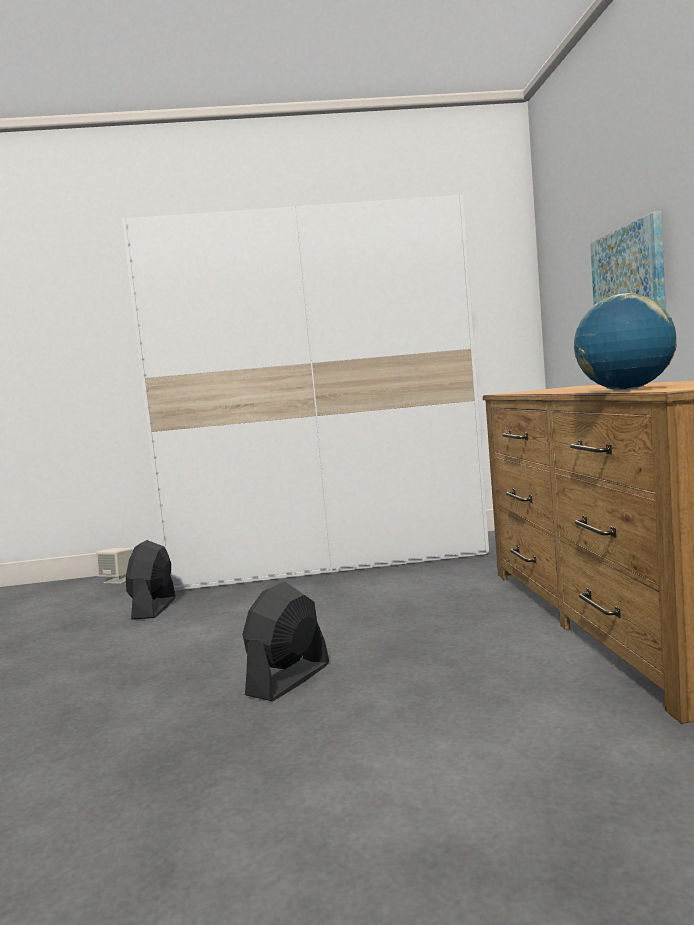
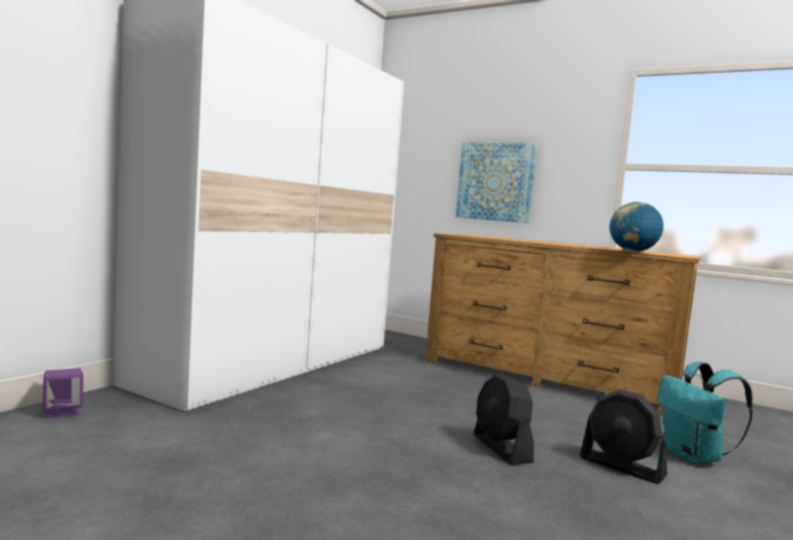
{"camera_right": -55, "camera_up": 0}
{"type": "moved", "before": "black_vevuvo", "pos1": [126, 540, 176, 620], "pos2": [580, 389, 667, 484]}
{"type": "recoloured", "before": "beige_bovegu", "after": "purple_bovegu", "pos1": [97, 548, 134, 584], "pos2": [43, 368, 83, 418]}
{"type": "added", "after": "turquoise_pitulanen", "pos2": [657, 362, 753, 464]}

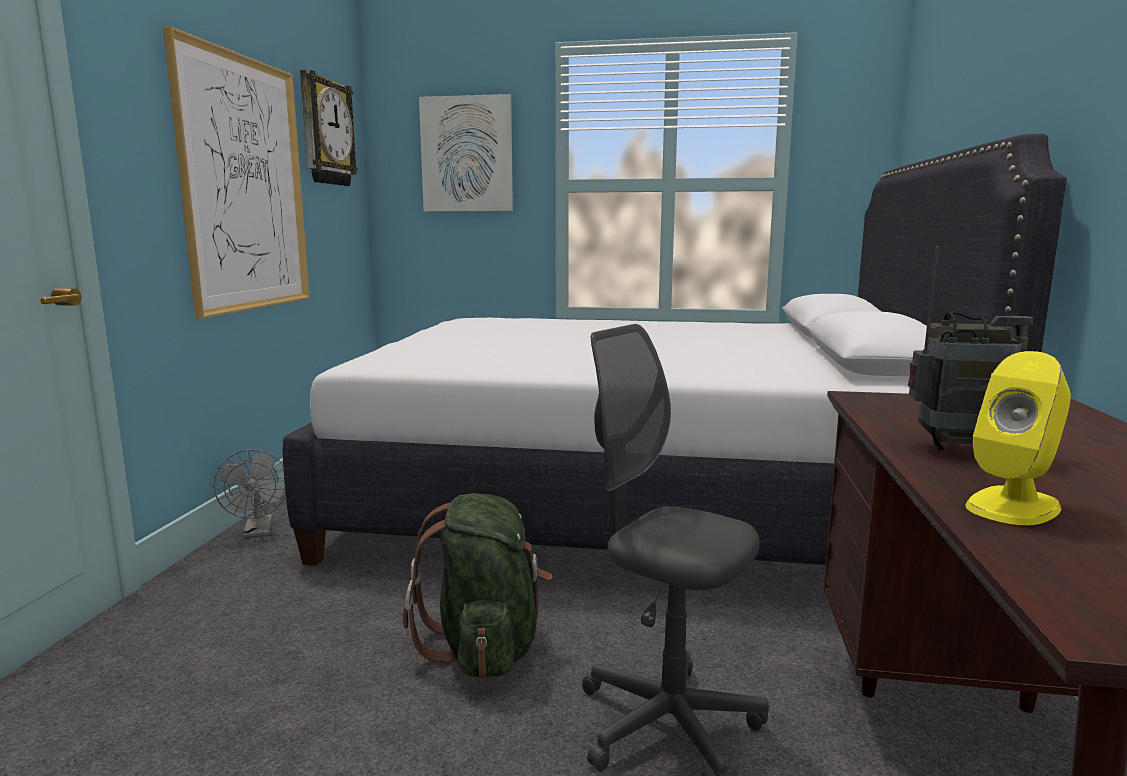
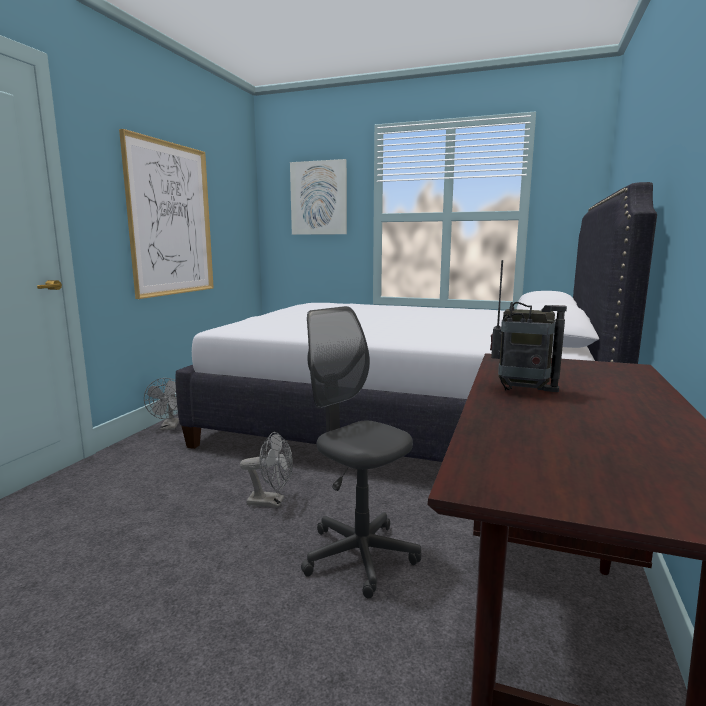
{"camera_right": 10, "camera_up": 0}
{"type": "removed", "before": "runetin", "pos1": [300, 70, 358, 186]}
{"type": "removed", "before": "yellow_bovegu", "pos1": [965, 351, 1071, 526]}
{"type": "replaced", "before": "green_pitulanen", "after": "grey_vevuvo", "pos1": [403, 493, 553, 679], "pos2": [240, 432, 293, 508]}

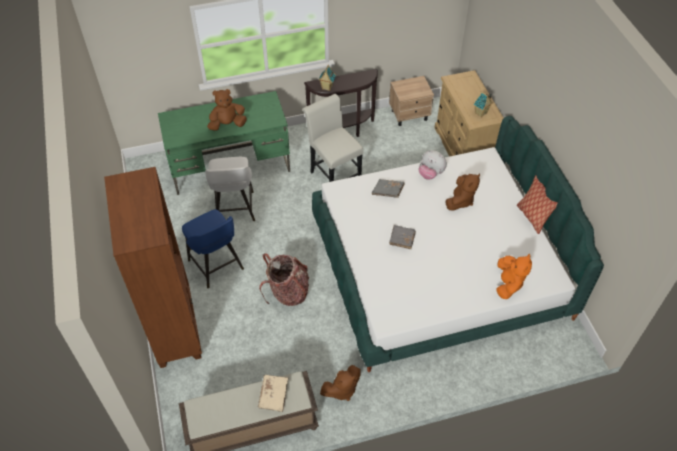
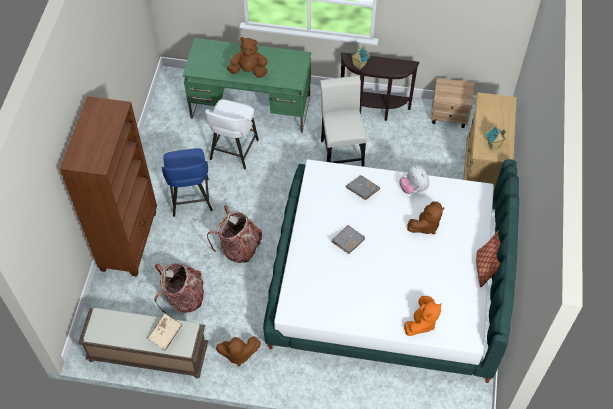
{"camera_right": 25, "camera_up": 5}
{"type": "added", "after": "pitulanen", "pos2": [155, 263, 204, 313]}

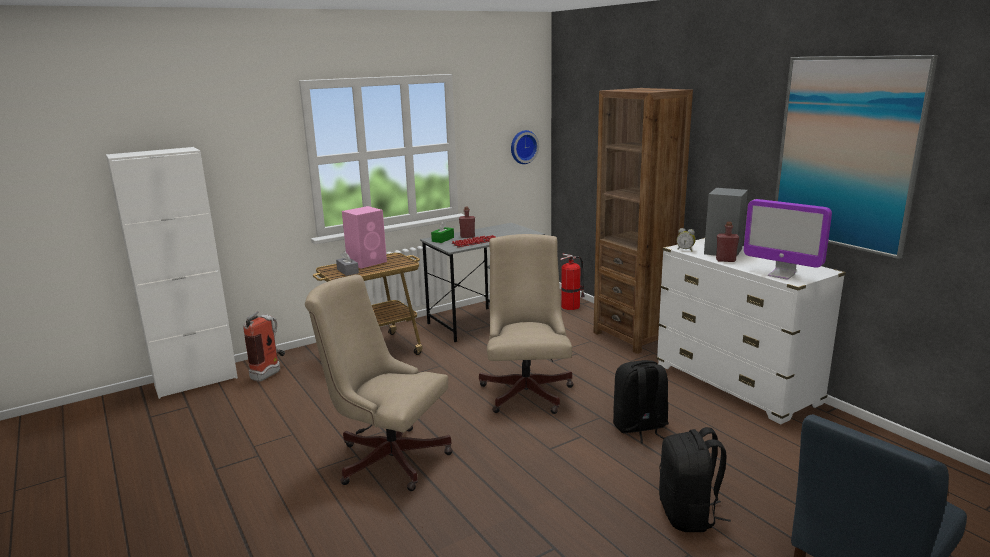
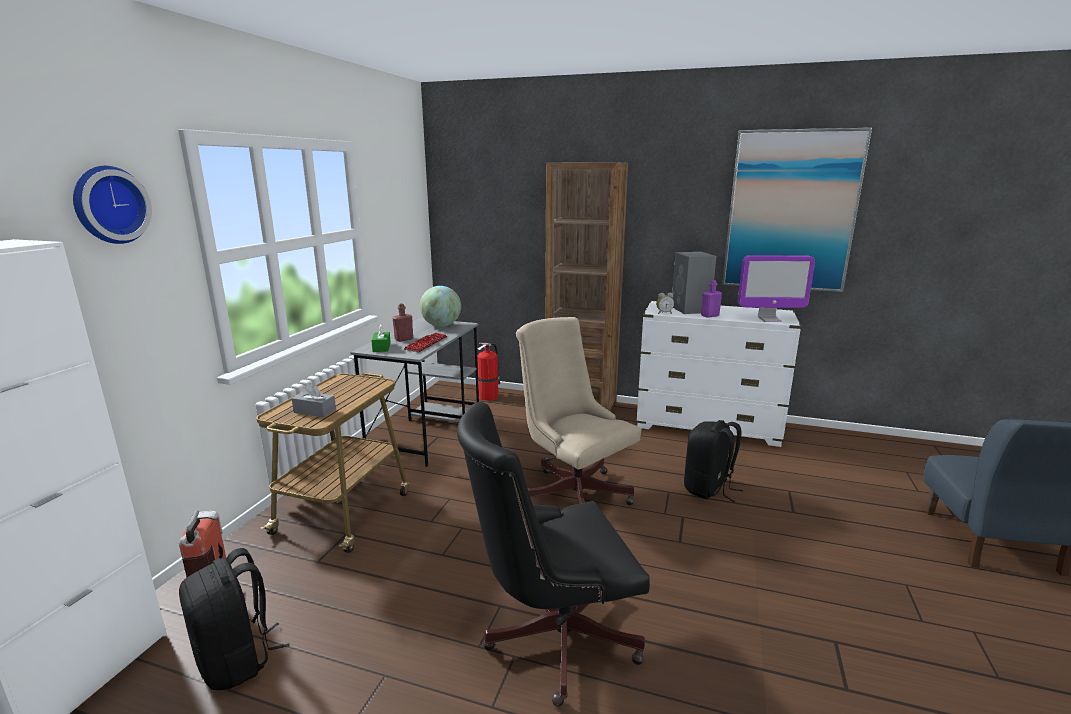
{"camera_right": -40, "camera_up": 0}
{"type": "moved", "before": "runetin", "pos1": [511, 130, 539, 164], "pos2": [73, 166, 152, 244]}
{"type": "removed", "before": "pink_bovegu", "pos1": [342, 206, 387, 268]}
{"type": "recoloured", "before": "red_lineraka", "after": "purple_lineraka", "pos1": [716, 222, 739, 262], "pos2": [701, 280, 722, 318]}
{"type": "recoloured", "before": "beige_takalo", "after": "black_takalo", "pos1": [305, 275, 453, 491], "pos2": [457, 402, 650, 707]}
{"type": "moved", "before": "black_pitulanen", "pos1": [659, 427, 731, 532], "pos2": [179, 548, 290, 690]}
{"type": "added", "after": "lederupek", "pos2": [420, 286, 461, 327]}

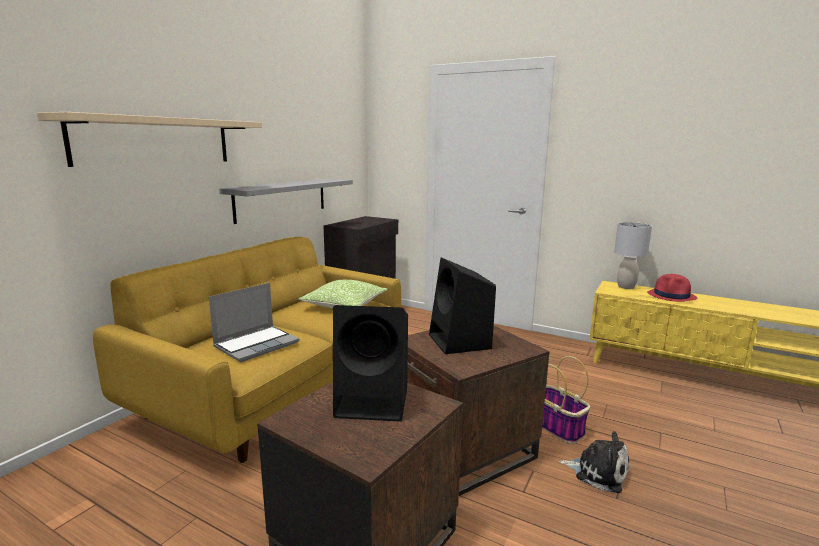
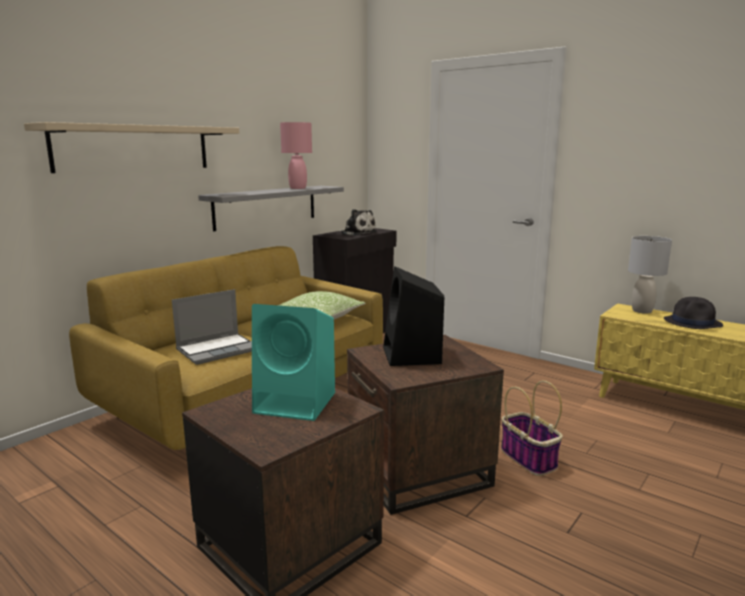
{"camera_right": 10, "camera_up": 0}
{"type": "recoloured", "before": "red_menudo", "after": "black_menudo", "pos1": [647, 274, 697, 302], "pos2": [664, 297, 723, 329]}
{"type": "recoloured", "before": "black_bovegu", "after": "turquoise_bovegu", "pos1": [333, 305, 408, 422], "pos2": [252, 304, 335, 421]}
{"type": "moved", "before": "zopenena", "pos1": [559, 431, 629, 493], "pos2": [340, 209, 376, 235]}
{"type": "added", "after": "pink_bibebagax", "pos2": [280, 122, 312, 189]}

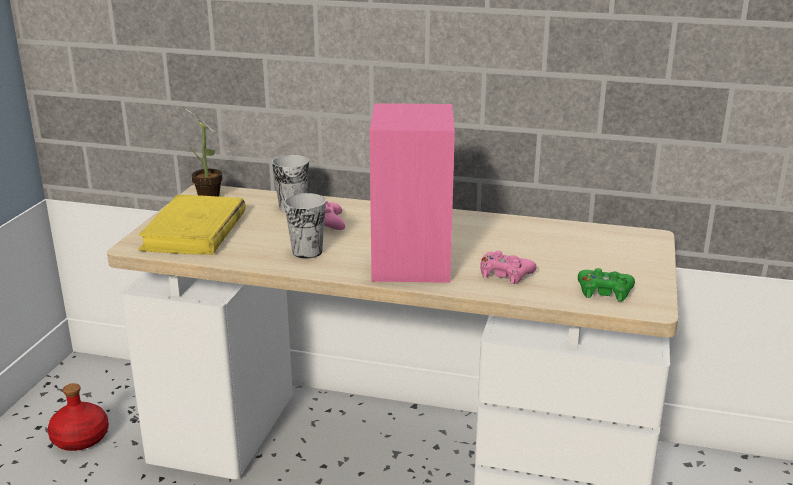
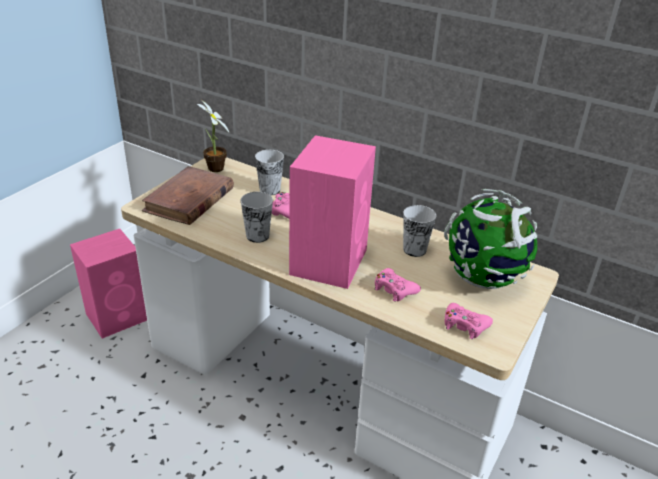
{"camera_right": 15, "camera_up": 10}
{"type": "recoloured", "before": "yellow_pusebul", "after": "brown_pusebul", "pos1": [138, 195, 246, 255], "pos2": [142, 166, 234, 225]}
{"type": "recoloured", "before": "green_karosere", "after": "pink_karosere", "pos1": [578, 268, 635, 302], "pos2": [445, 303, 493, 339]}
{"type": "replaced", "before": "red_lineraka", "after": "pink_bovegu", "pos1": [48, 383, 109, 451], "pos2": [70, 229, 147, 339]}
{"type": "added", "after": "lederupek", "pos2": [444, 189, 537, 289]}
{"type": "added", "after": "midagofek", "pos2": [403, 205, 436, 257]}

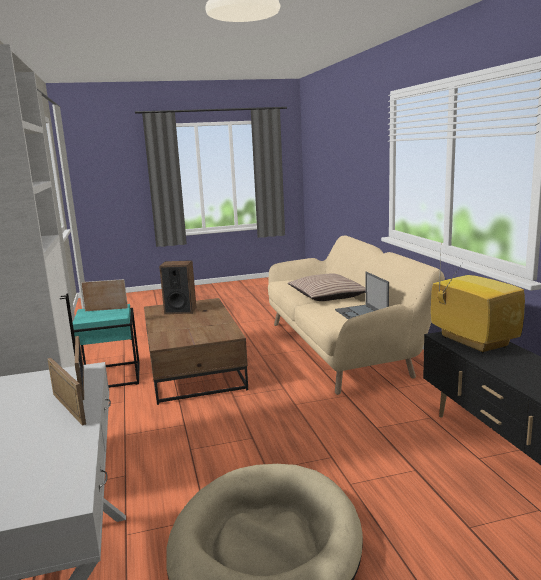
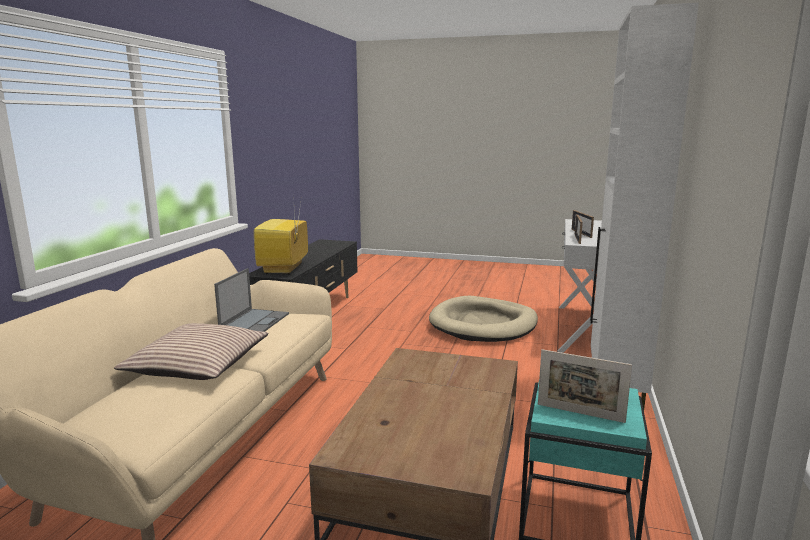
{"camera_right": -150, "camera_up": 0}
{"type": "removed", "before": "bovegu", "pos1": [159, 260, 196, 314]}

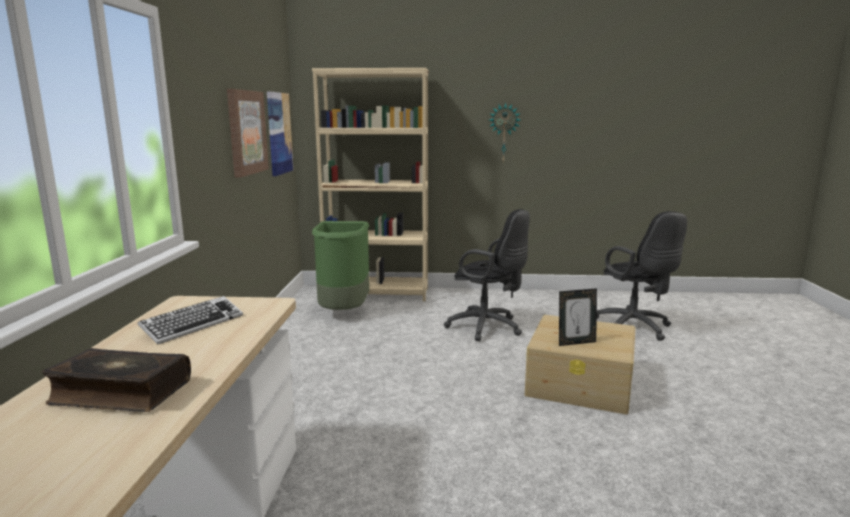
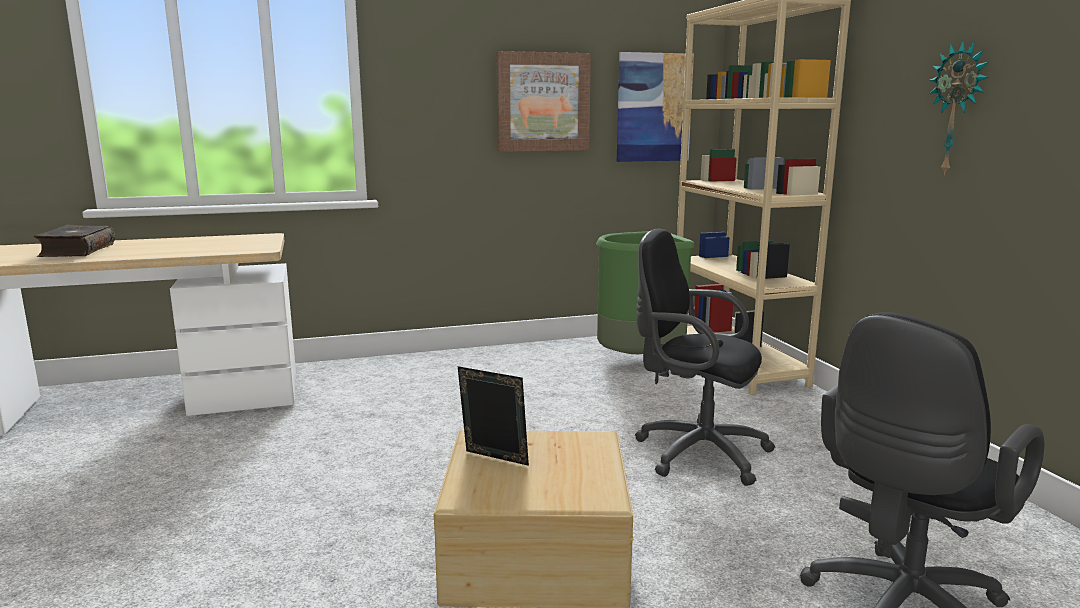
{"camera_right": 70, "camera_up": 0}
{"type": "turned", "before": "black_takalo", "pos1": [444, 209, 530, 341], "pos2": [635, 229, 775, 486], "turn": 105}
{"type": "turned", "before": "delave", "pos1": [559, 288, 597, 346], "pos2": [457, 366, 529, 466], "turn": 150}
{"type": "removed", "before": "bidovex", "pos1": [138, 296, 243, 345]}

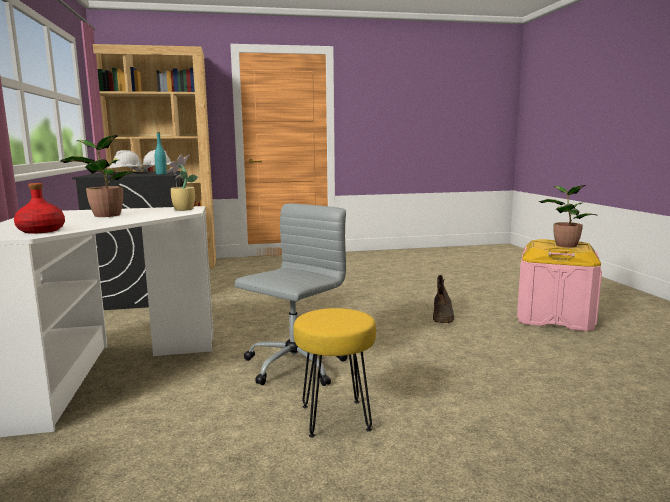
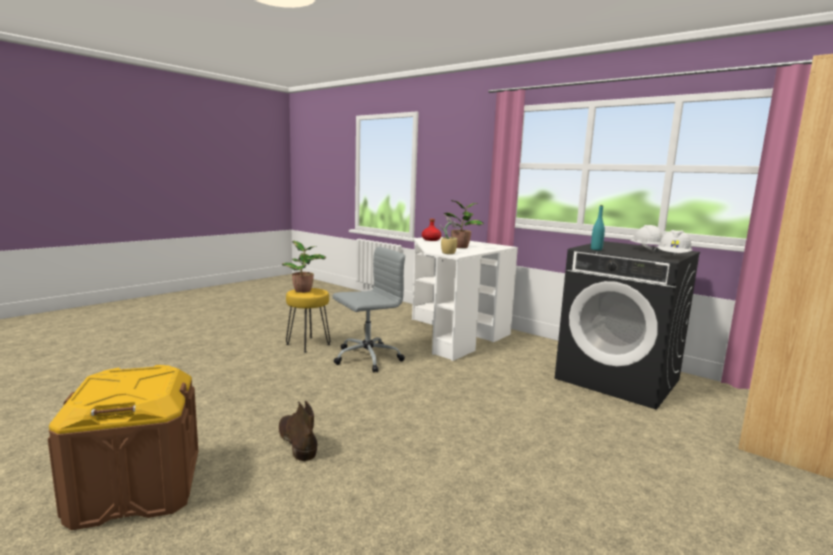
{"camera_right": 140, "camera_up": 0}
{"type": "moved", "before": "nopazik", "pos1": [539, 185, 597, 248], "pos2": [282, 241, 327, 293]}
{"type": "turned", "before": "grey_takalo", "pos1": [235, 204, 347, 386], "pos2": [333, 247, 405, 373], "turn": -120}
{"type": "recoloured", "before": "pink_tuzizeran", "after": "brown_tuzizeran", "pos1": [517, 239, 602, 331], "pos2": [48, 365, 198, 530]}

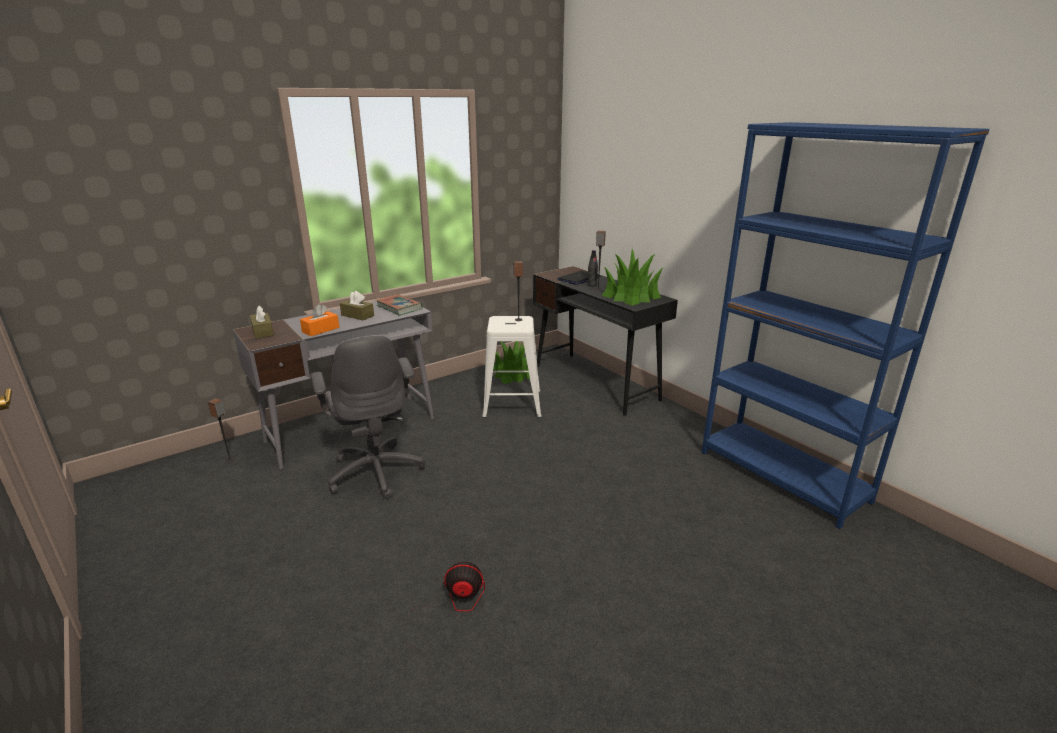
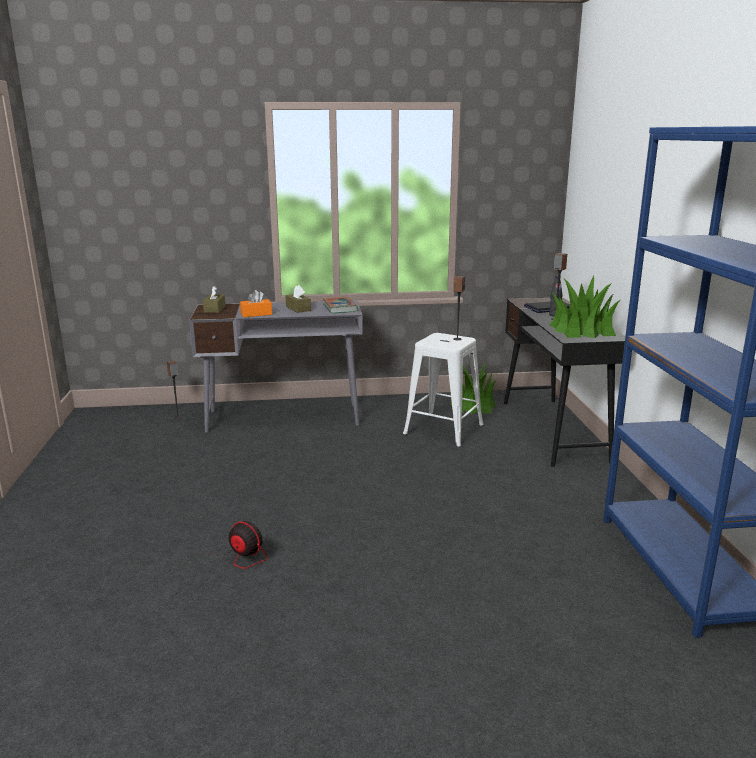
{"camera_right": 30, "camera_up": -5}
{"type": "removed", "before": "grey_takalo", "pos1": [311, 335, 425, 499]}

